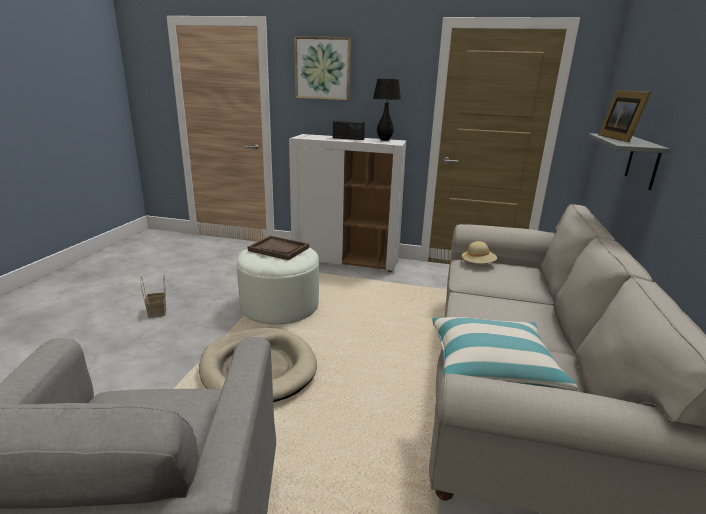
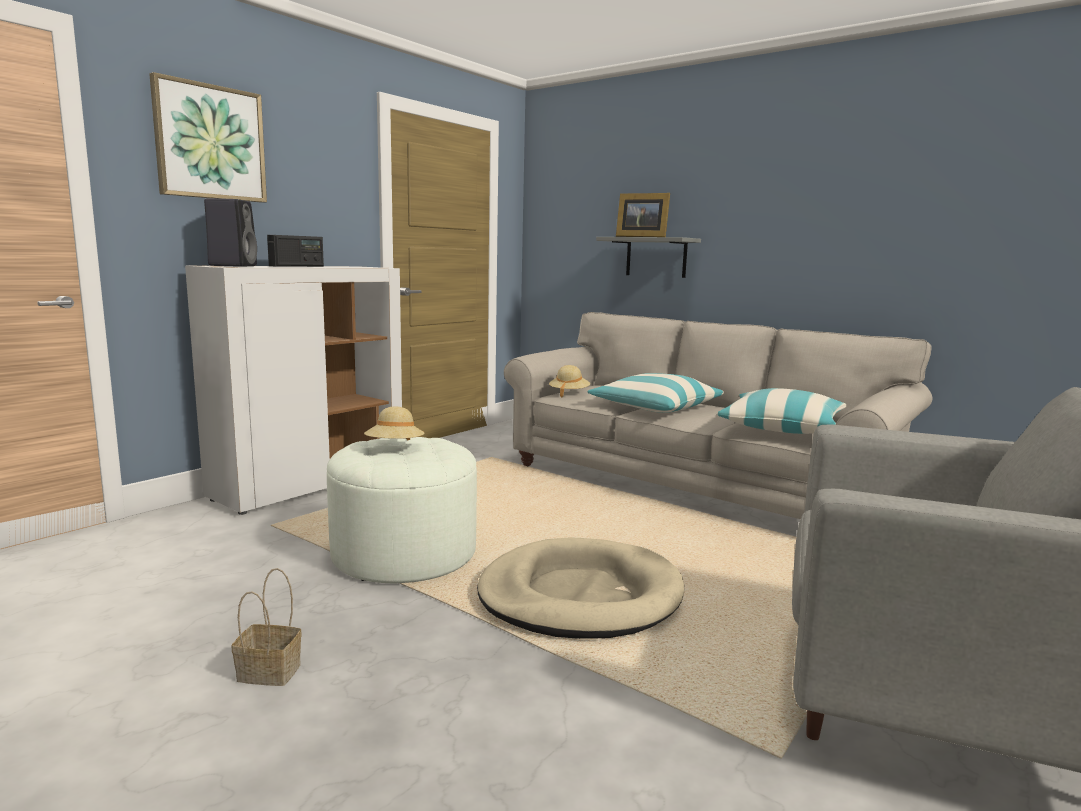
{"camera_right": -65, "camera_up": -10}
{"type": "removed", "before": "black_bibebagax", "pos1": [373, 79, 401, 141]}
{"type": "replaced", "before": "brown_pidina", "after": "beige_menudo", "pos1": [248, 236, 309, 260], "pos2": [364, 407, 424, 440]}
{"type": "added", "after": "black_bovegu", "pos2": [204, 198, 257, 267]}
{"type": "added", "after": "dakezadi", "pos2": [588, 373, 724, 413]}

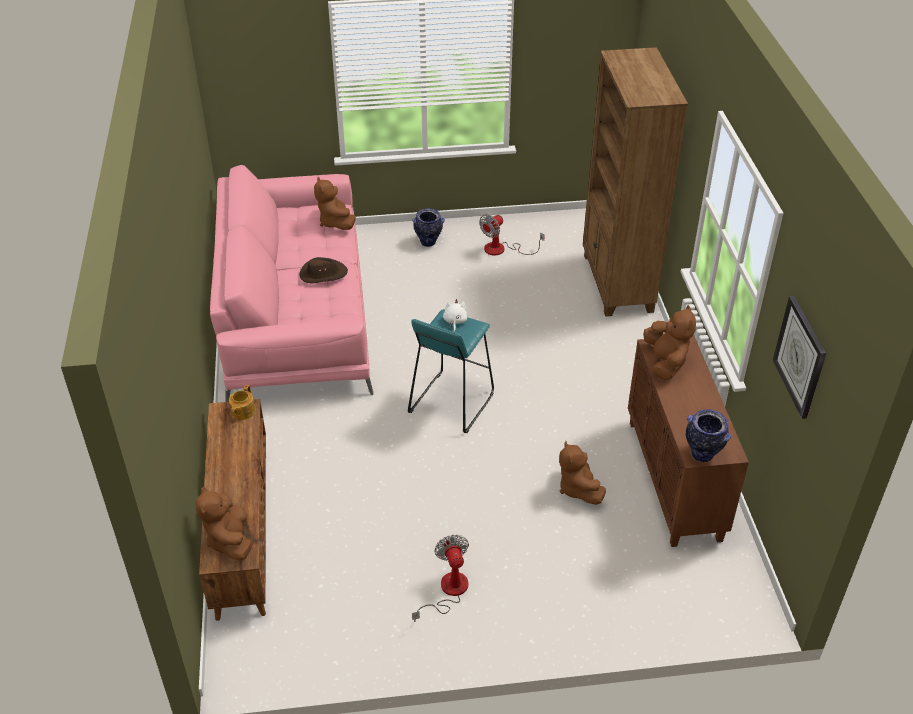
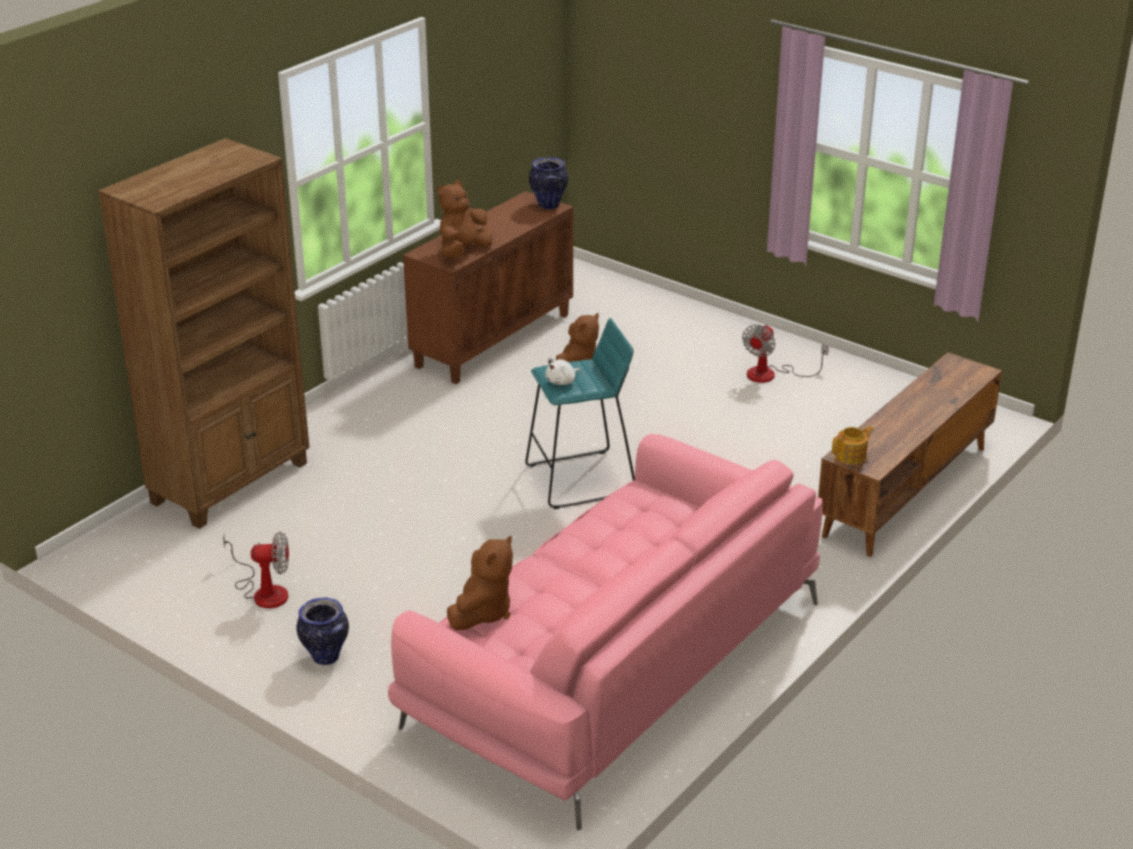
{"camera_right": -135, "camera_up": -10}
{"type": "removed", "before": "brown_menudo", "pos1": [299, 257, 348, 284]}
{"type": "removed", "before": "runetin", "pos1": [773, 296, 826, 419]}
{"type": "removed", "before": "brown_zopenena", "pos1": [195, 486, 252, 561]}

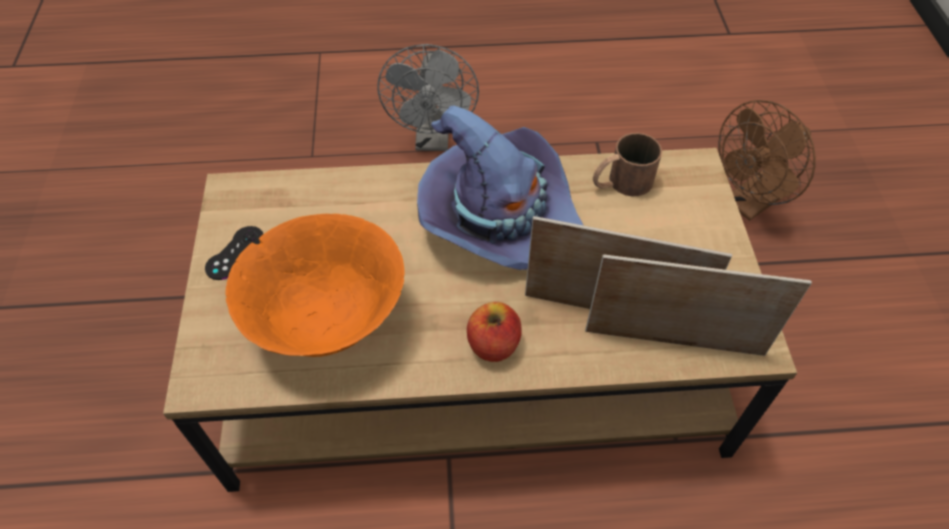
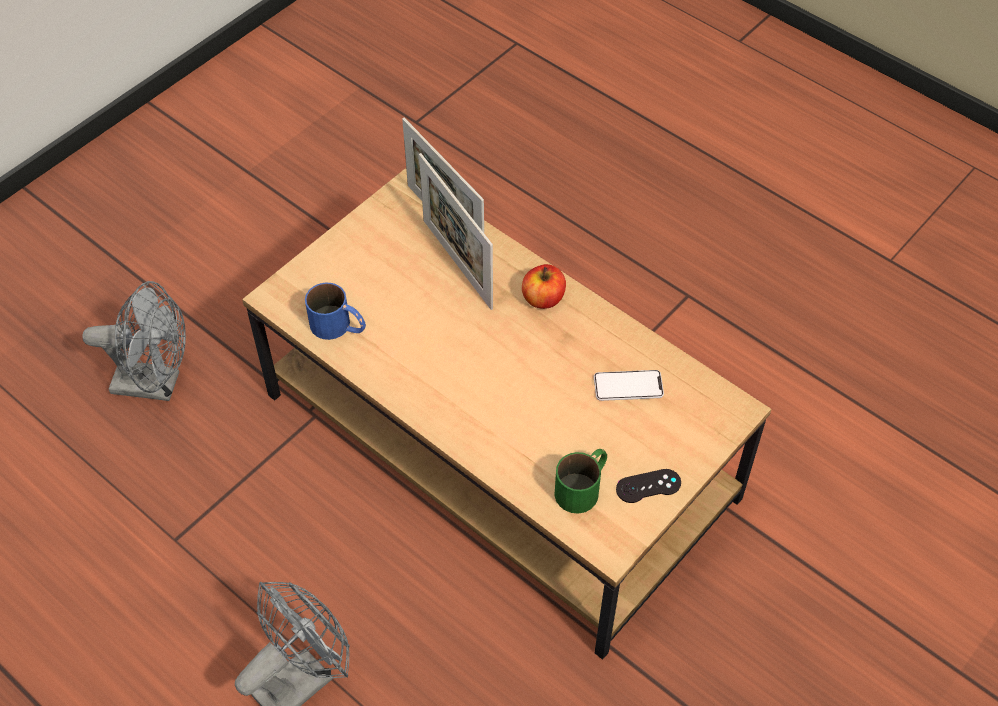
{"camera_right": -135, "camera_up": 0}
{"type": "recoloured", "before": "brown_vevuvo", "after": "grey_vevuvo", "pos1": [719, 100, 816, 221], "pos2": [82, 281, 186, 401]}
{"type": "removed", "before": "purple_menudo", "pos1": [417, 106, 583, 270]}
{"type": "recoloured", "before": "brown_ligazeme", "after": "blue_ligazeme", "pos1": [593, 133, 662, 196], "pos2": [305, 282, 366, 340]}
{"type": "replaced", "before": "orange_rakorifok", "after": "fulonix", "pos1": [225, 214, 404, 357], "pos2": [594, 370, 664, 401]}
{"type": "added", "after": "green_ligazeme", "pos2": [554, 449, 607, 514]}

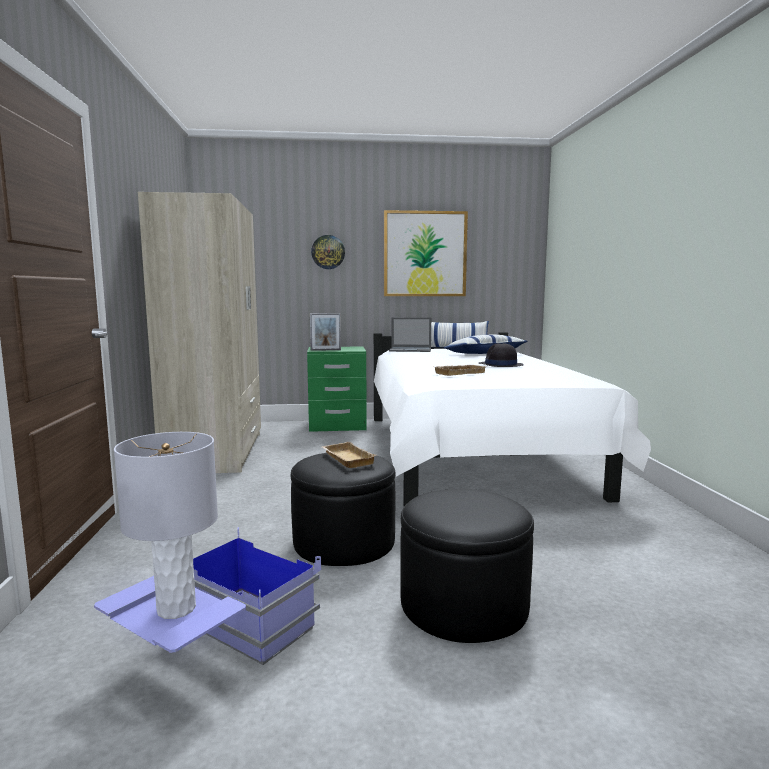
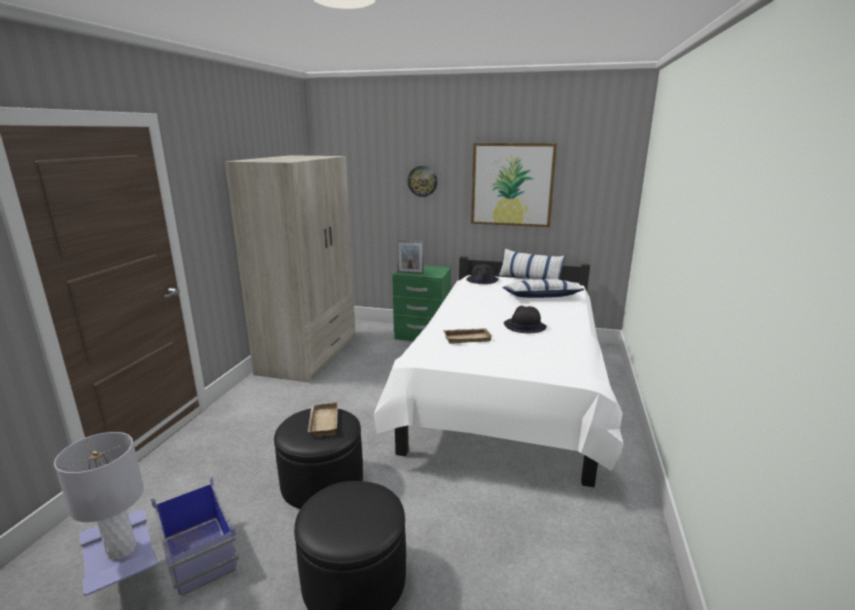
{"camera_right": 20, "camera_up": 10}
{"type": "replaced", "before": "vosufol", "after": "black_menudo", "pos1": [389, 318, 431, 352], "pos2": [466, 264, 499, 284]}

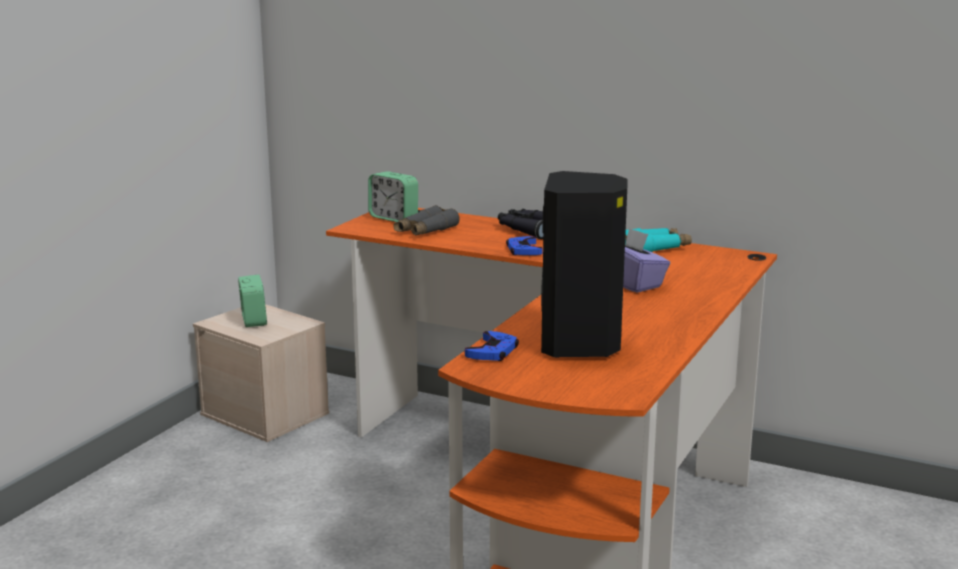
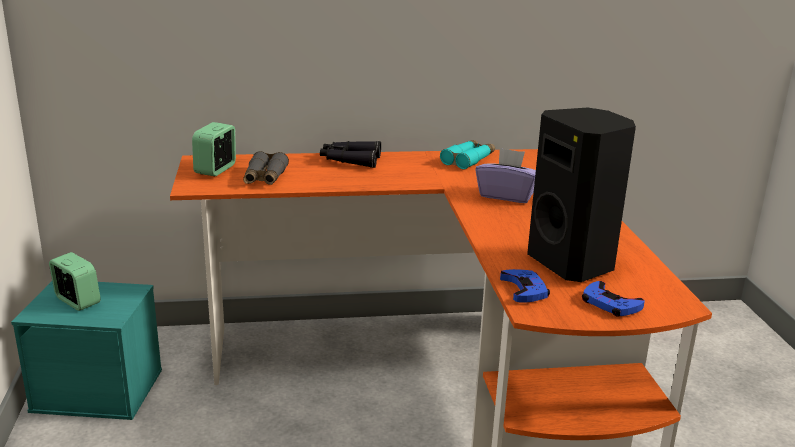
{"camera_right": -35, "camera_up": 5}
{"type": "turned", "before": "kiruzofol", "pos1": [368, 171, 418, 222], "pos2": [192, 122, 236, 176], "turn": 105}
{"type": "moved", "before": "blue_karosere", "pos1": [506, 236, 542, 255], "pos2": [582, 281, 645, 316]}
{"type": "recoloured", "before": "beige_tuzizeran", "after": "turquoise_tuzizeran", "pos1": [193, 304, 329, 442], "pos2": [11, 281, 162, 420]}

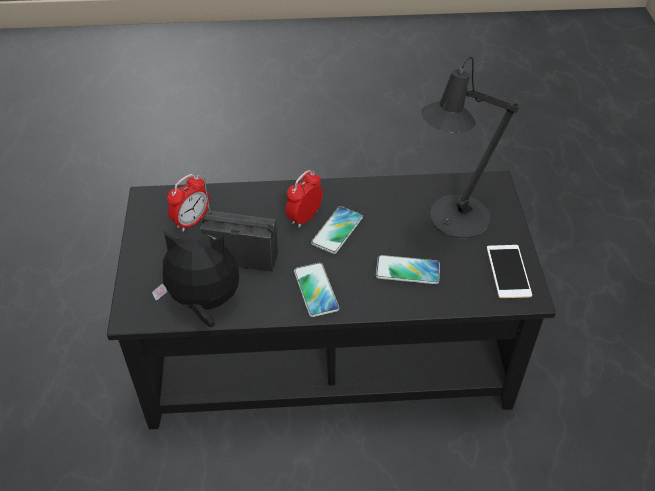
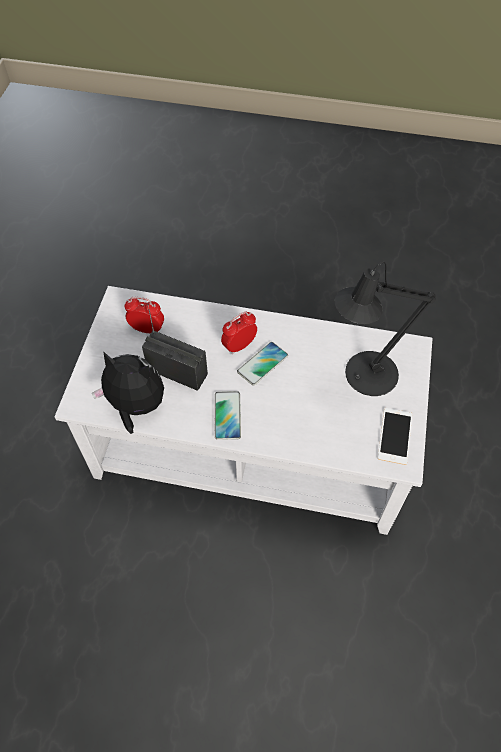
{"camera_right": 15, "camera_up": 10}
{"type": "recoloured", "before": "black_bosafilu", "after": "white_bosafilu", "pos1": [107, 171, 556, 429], "pos2": [55, 286, 433, 535]}
{"type": "turned", "before": "kiruzofol", "pos1": [167, 174, 210, 232], "pos2": [125, 297, 164, 333], "turn": -135}
{"type": "removed", "before": "fulonix", "pos1": [376, 255, 440, 284]}

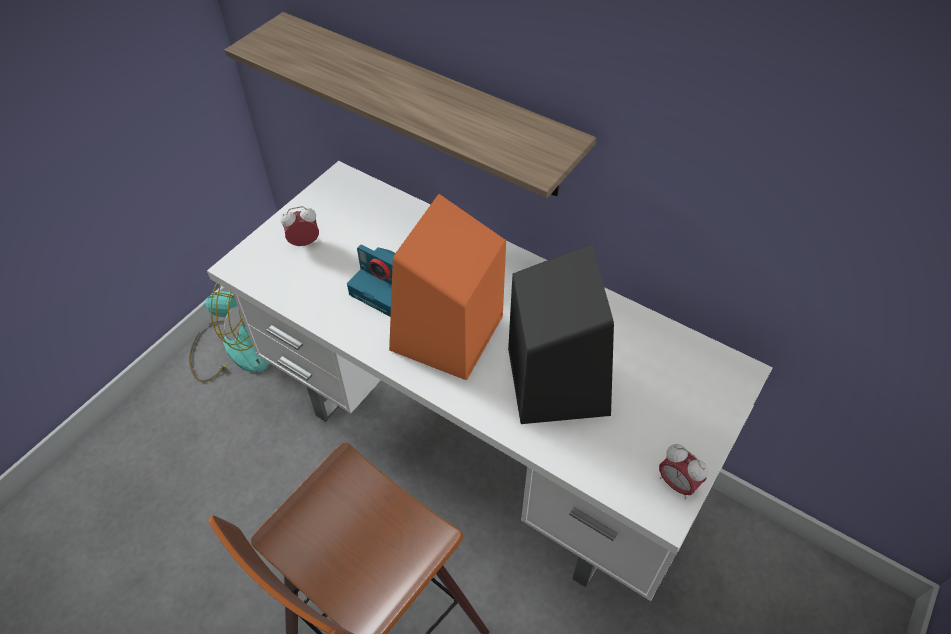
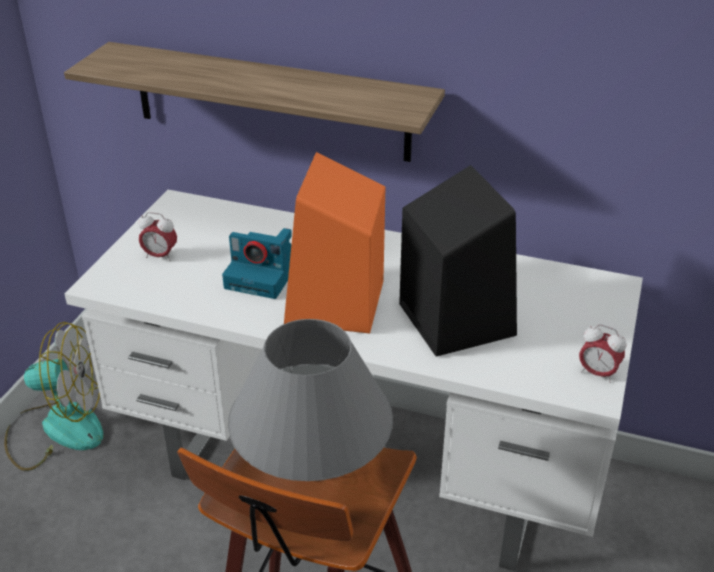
{"camera_right": -15, "camera_up": -15}
{"type": "turned", "before": "kiruzofol", "pos1": [281, 206, 319, 246], "pos2": [138, 212, 177, 261], "turn": -135}
{"type": "added", "after": "grey_bibebagax", "pos2": [228, 319, 393, 481]}

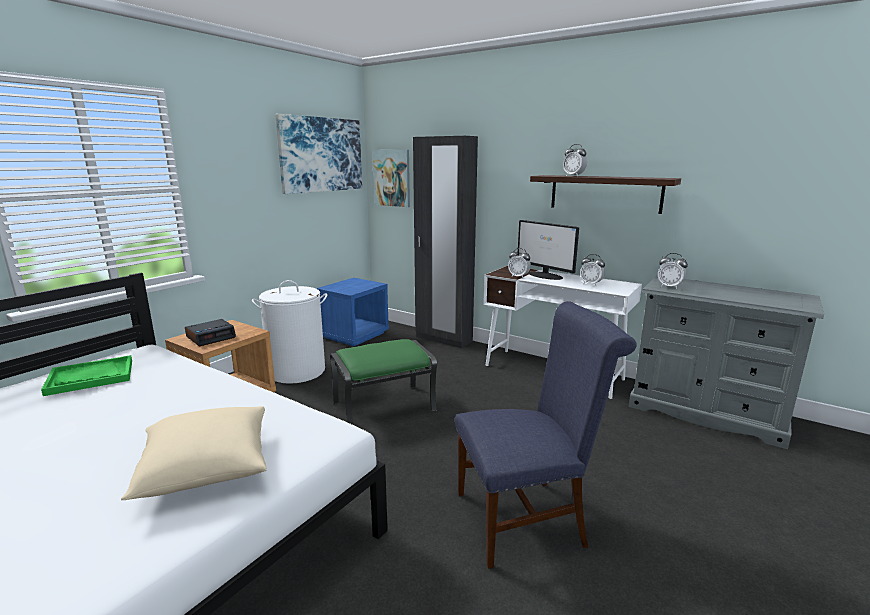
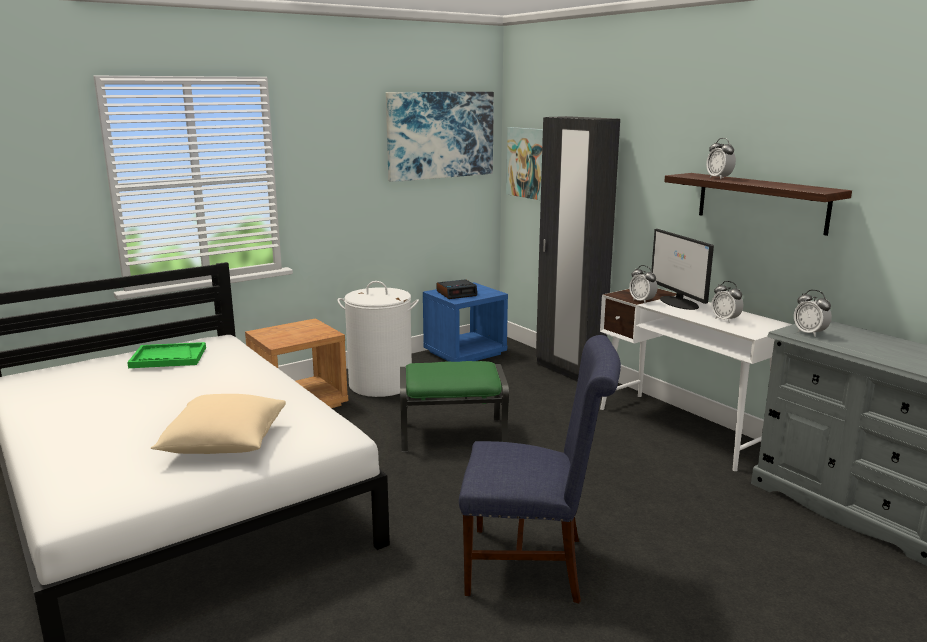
{"camera_right": 20, "camera_up": 0}
{"type": "moved", "before": "kiruzofol", "pos1": [185, 319, 236, 346], "pos2": [437, 279, 477, 299]}

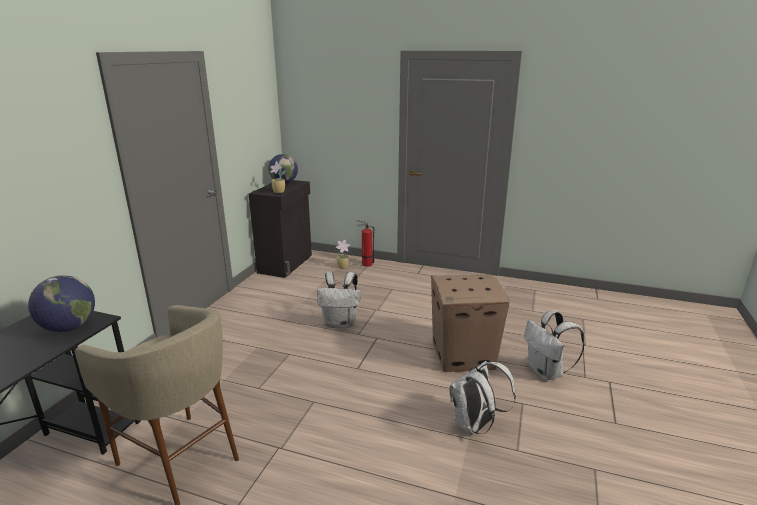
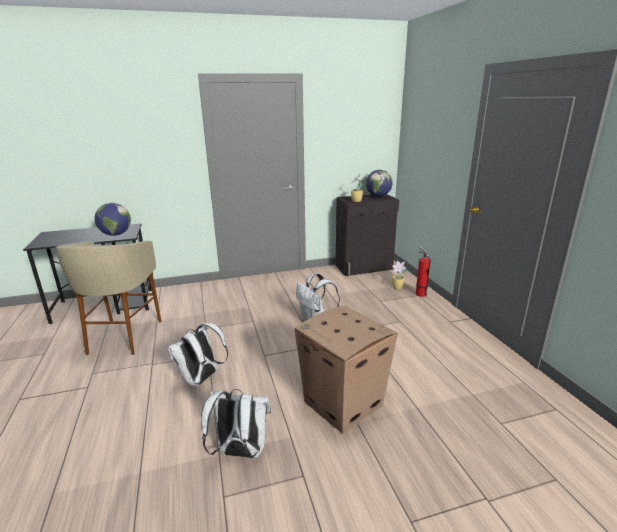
{"camera_right": 55, "camera_up": 0}
{"type": "moved", "before": "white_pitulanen", "pos1": [524, 310, 585, 380], "pos2": [167, 323, 228, 386]}

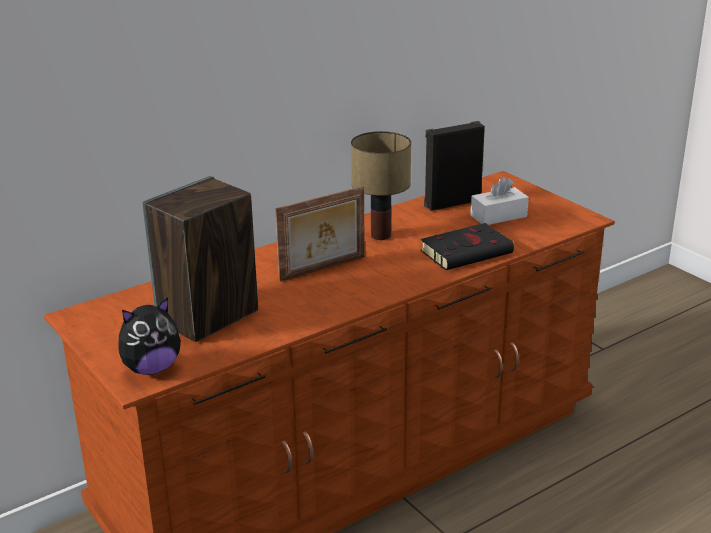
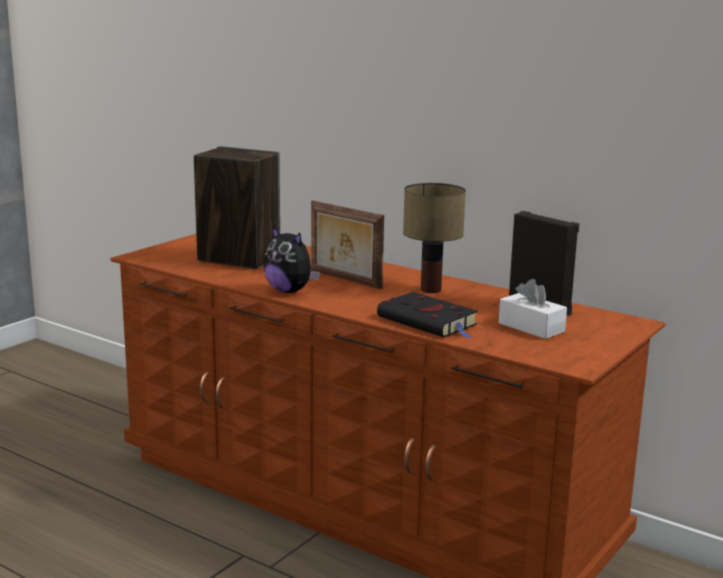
{"camera_right": 70, "camera_up": -10}
{"type": "moved", "before": "zopenena", "pos1": [118, 297, 181, 375], "pos2": [264, 226, 320, 293]}

